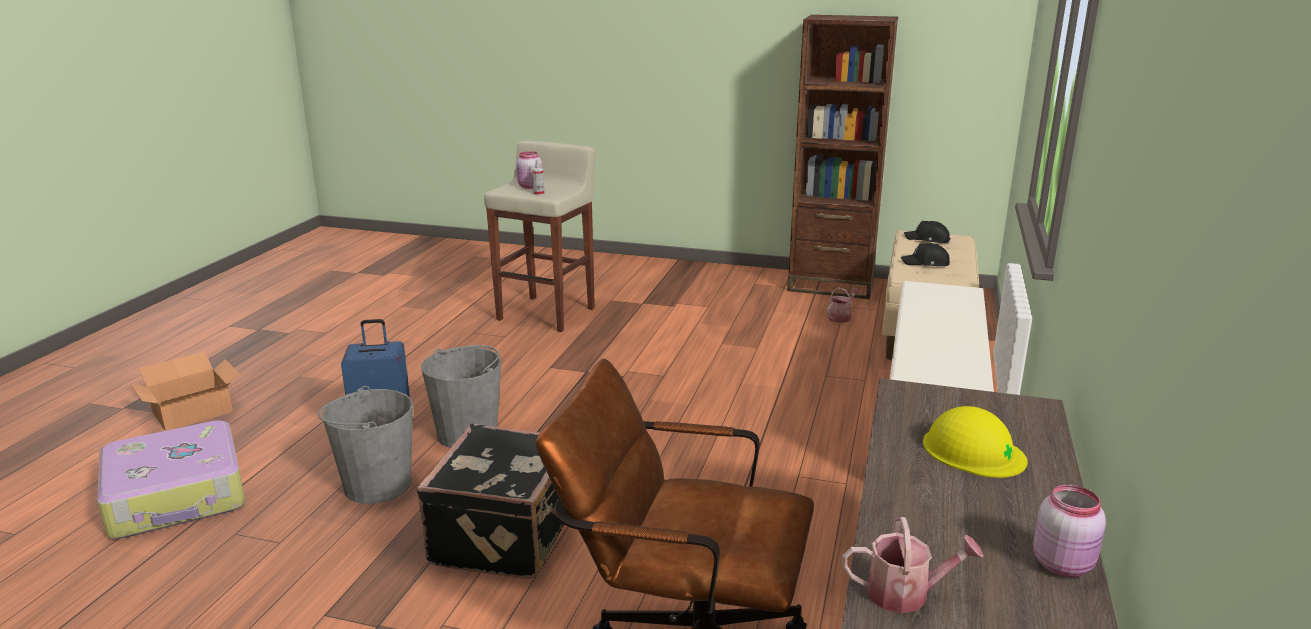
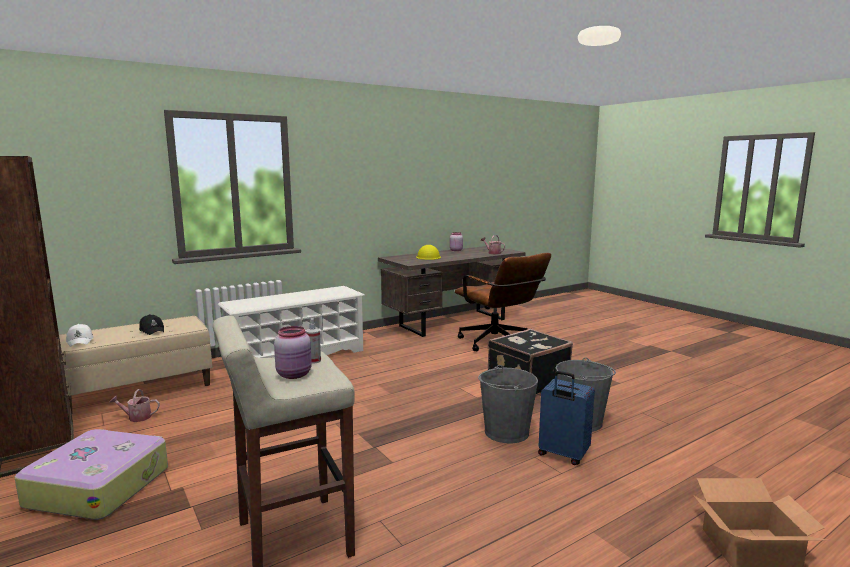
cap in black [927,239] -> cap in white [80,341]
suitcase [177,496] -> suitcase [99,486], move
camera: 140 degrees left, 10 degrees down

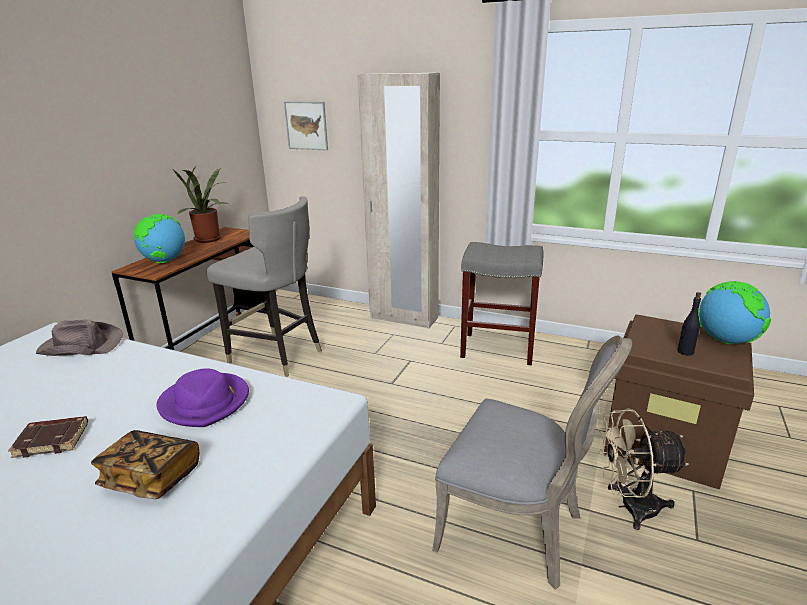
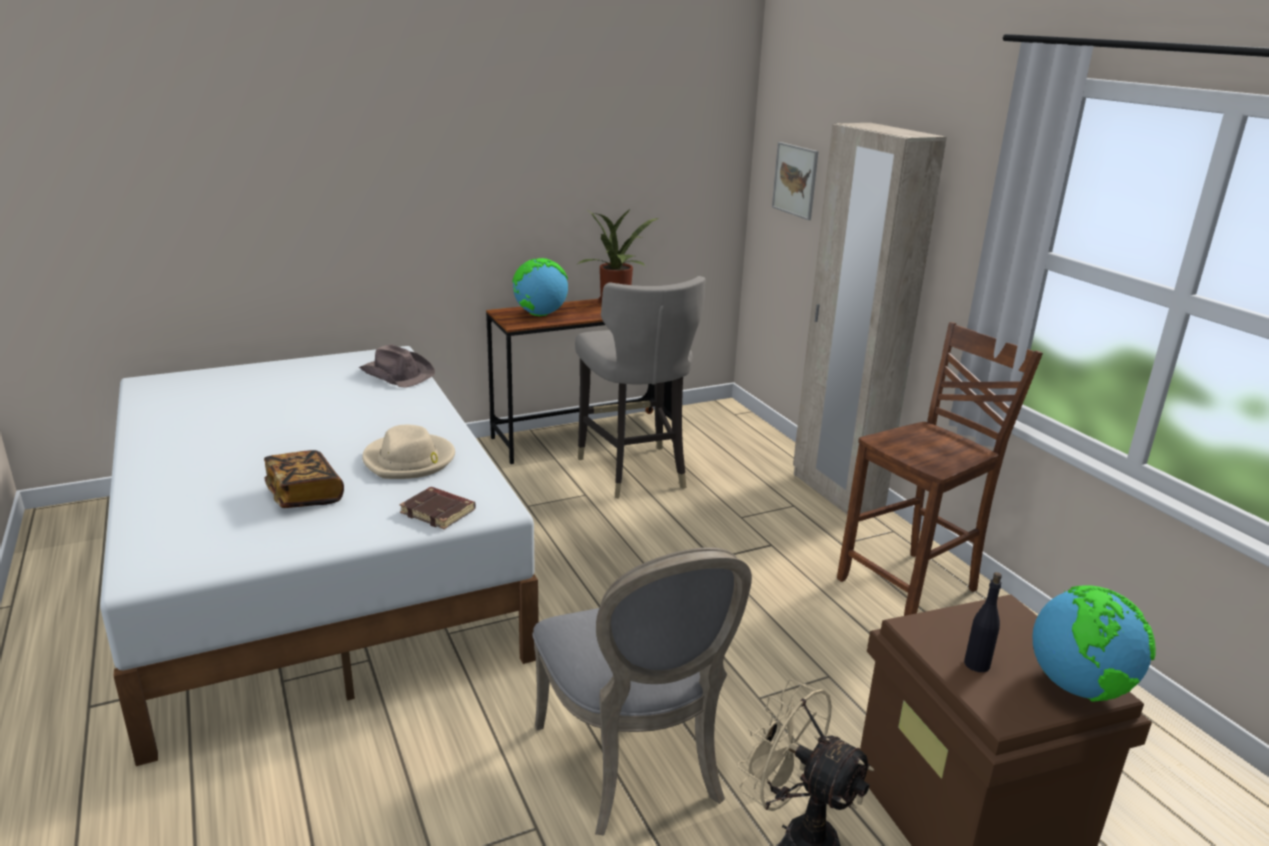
stool in grey [499,348] -> chair in brown [912,586]
hat in purple [205,402] -> hat in beige [409,460]
book in brown [53,440] -> book in brown [439,512], move
camera: 40 degrees right, 0 degrees up

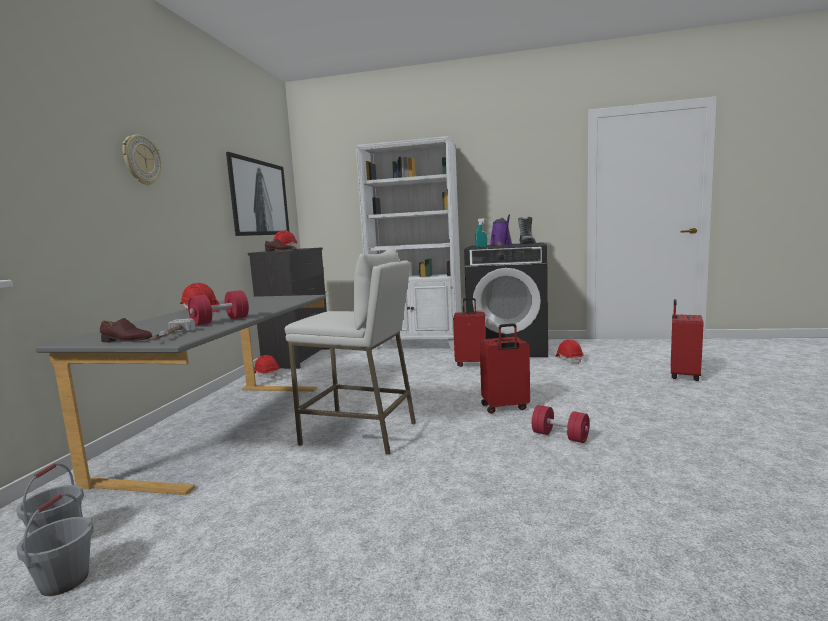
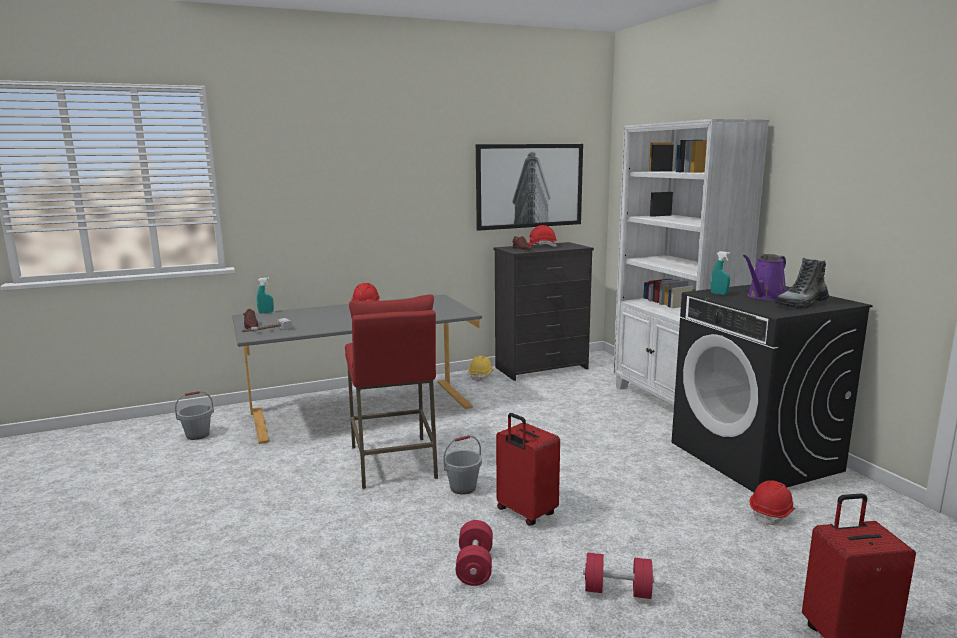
wall clock [141,160] -> none
stool in white [360,433] -> stool in red [394,462]
dumbbell in red [220,321] -> dumbbell in red [617,591], move
suitcase in red [471,363] -> none
hard hat in red [266,375] -> hard hat in yellow [481,376]
bucket in grey [64,581] -> bucket in grey [463,487], move
none -> spray bottle in turquoise [266,312]
camera: 55 degrees right, 5 degrees up

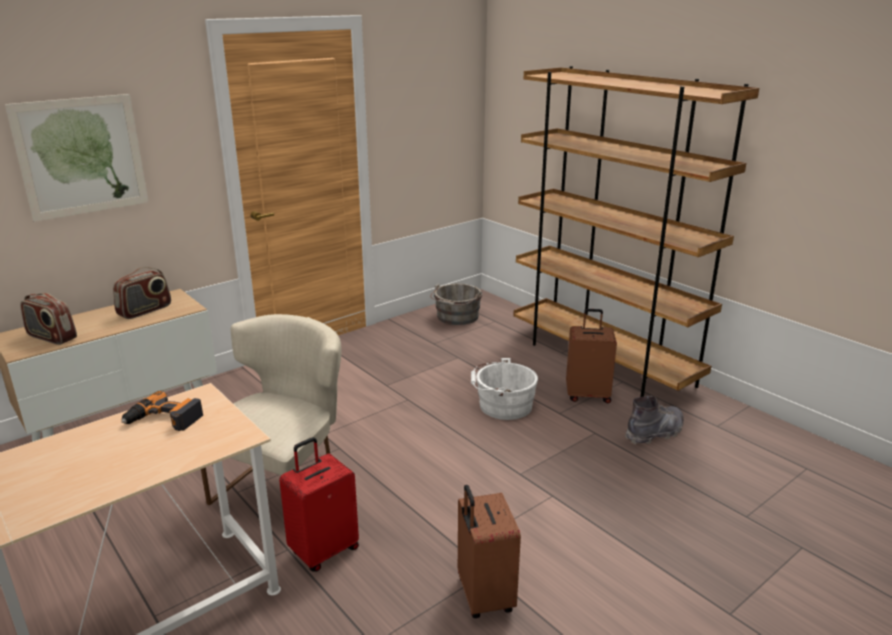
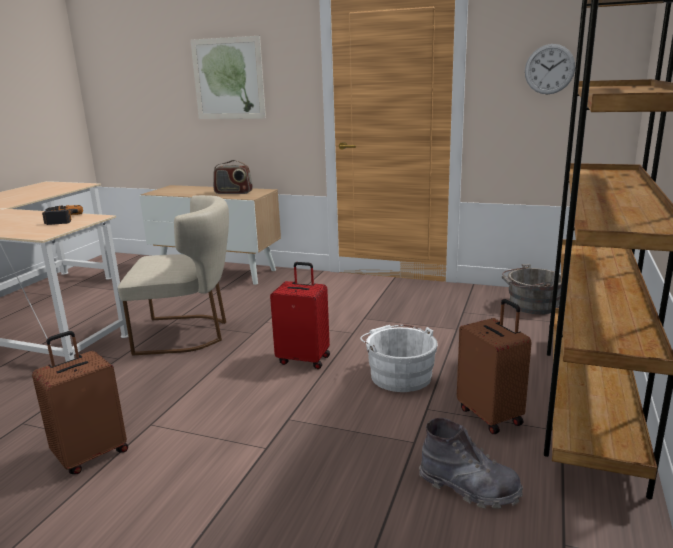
radio [51,337] -> none
suitcase in red [323,550] -> suitcase in red [304,359], move
none -> wall clock [549,69]
camera: 60 degrees right, 5 degrees down

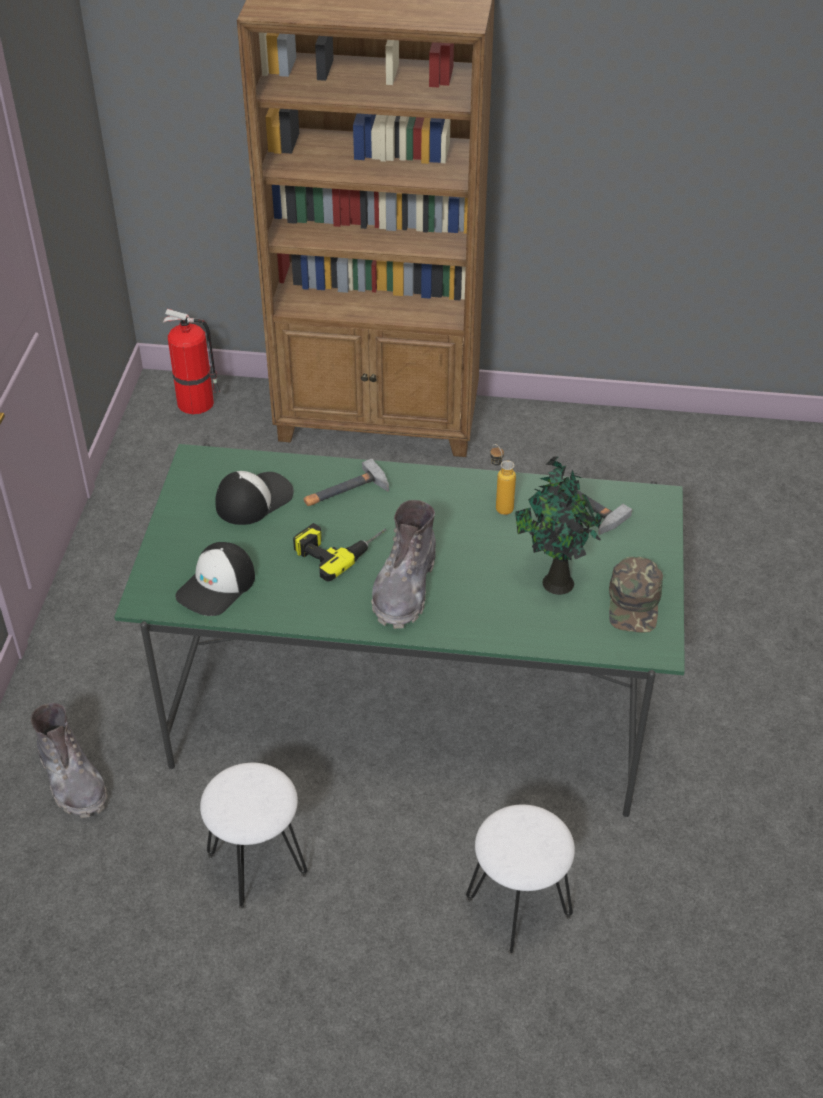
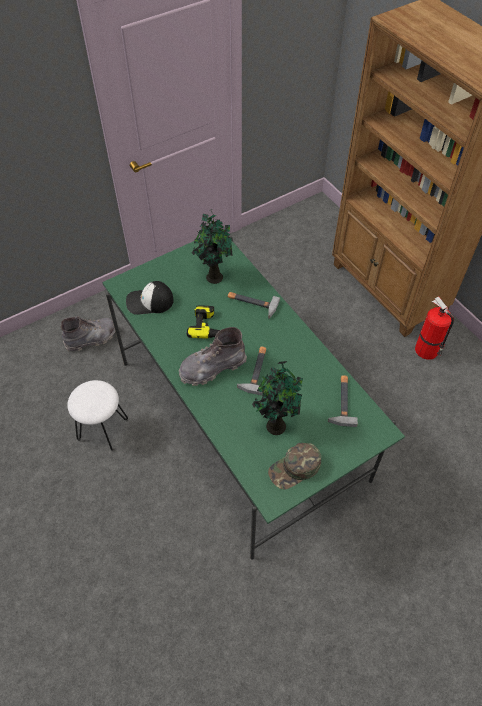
fire extinguisher [197,402] -> fire extinguisher [427,350], move
bottle [499,505] -> none
cap [253,499] -> potted plant [213,276]
boot in grey [72,780] -> boot in grey [91,338], 135 degrees counterclockwise
stool in white [517,908] -> none
none -> hammer [255,370]
camera: 50 degrees right, 10 degrees up

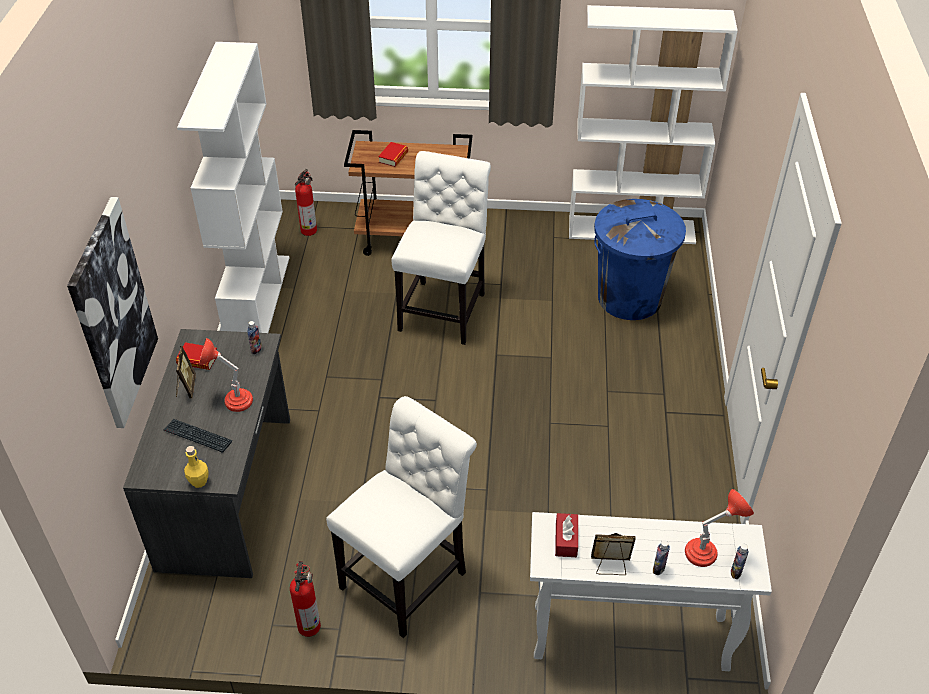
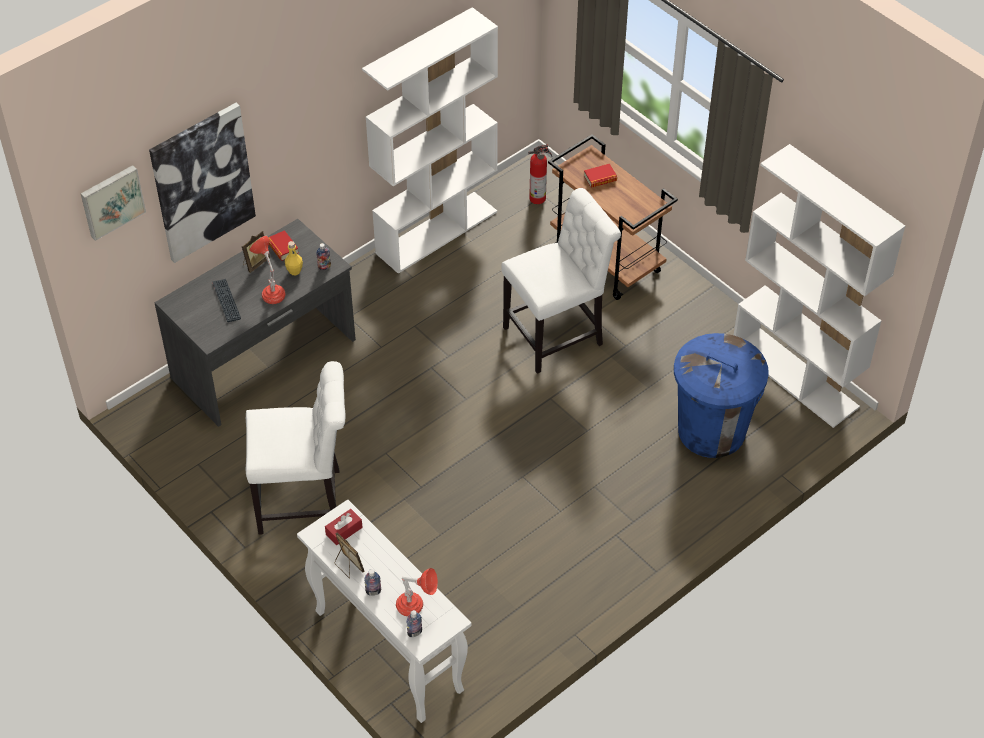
bottle in yellow [199,482] -> bottle in yellow [294,271], move
fire extinguisher [309,625] -> none
none -> picture [111,201]
camera: 45 degrees right, 5 degrees up

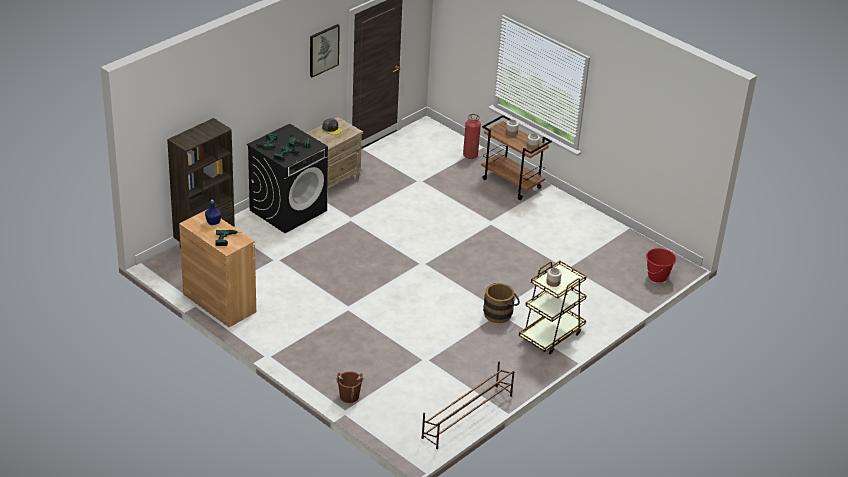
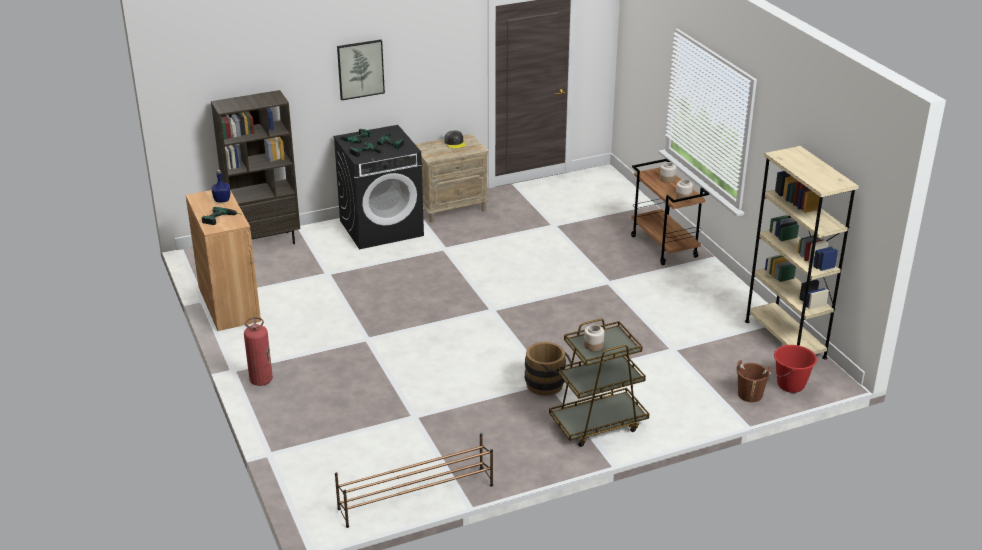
picture [323,50] -> picture [360,69], move
fire extinguisher [470,155] -> fire extinguisher [261,380], move
bucket in brown [349,396] -> bucket in brown [750,395], move
none -> bookcase in beige [785,339]
camera: 25 degrees right, 5 degrees down

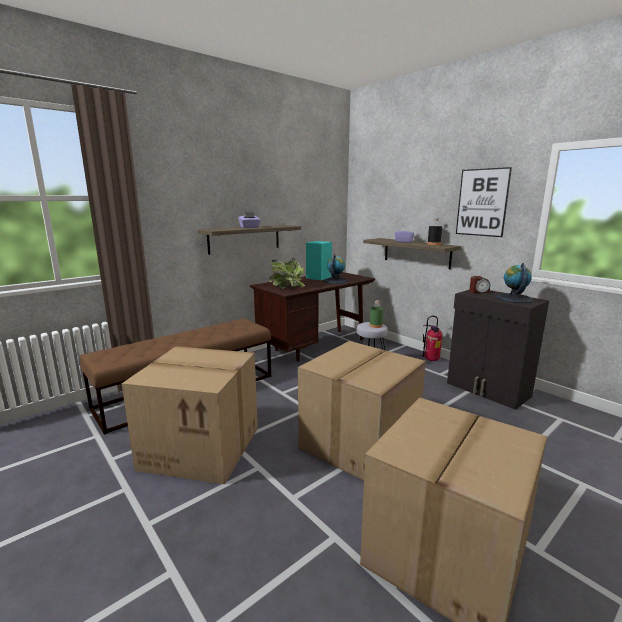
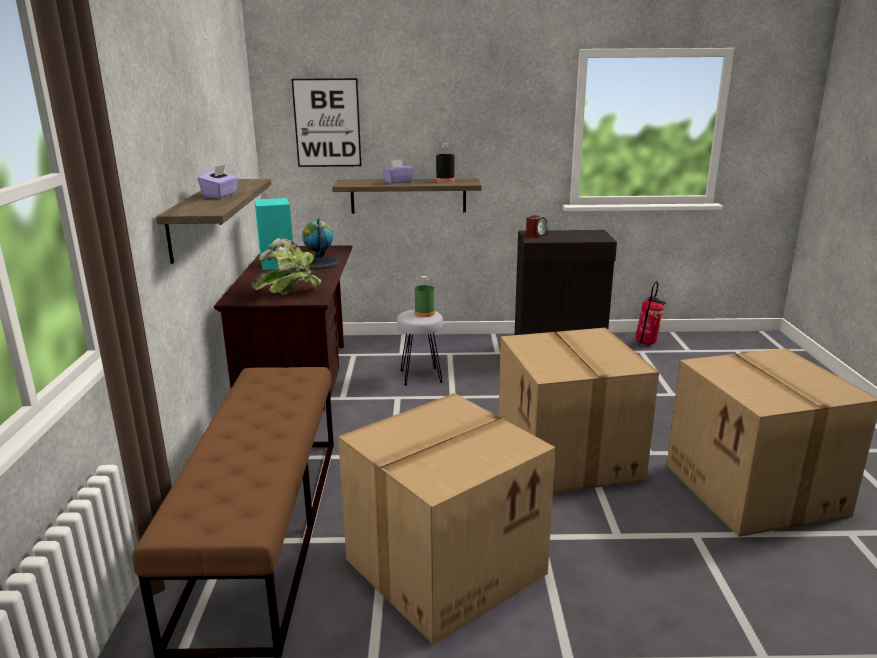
picture [482,202] -> picture [327,123], move
globe [514,298] -> none
fire extinguisher [431,360] -> fire extinguisher [646,344], move
camera: 50 degrees left, 5 degrees up

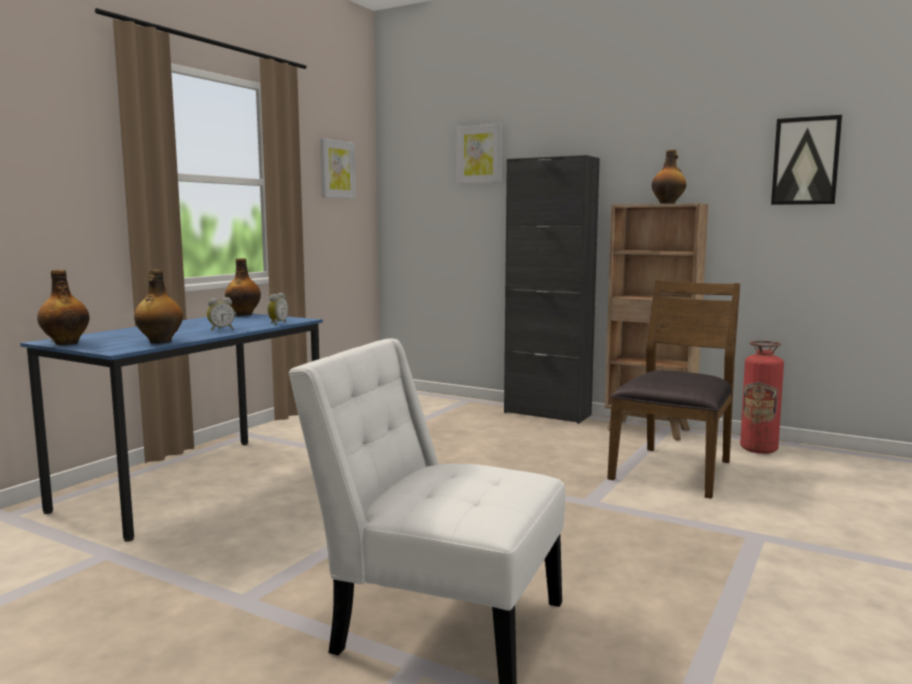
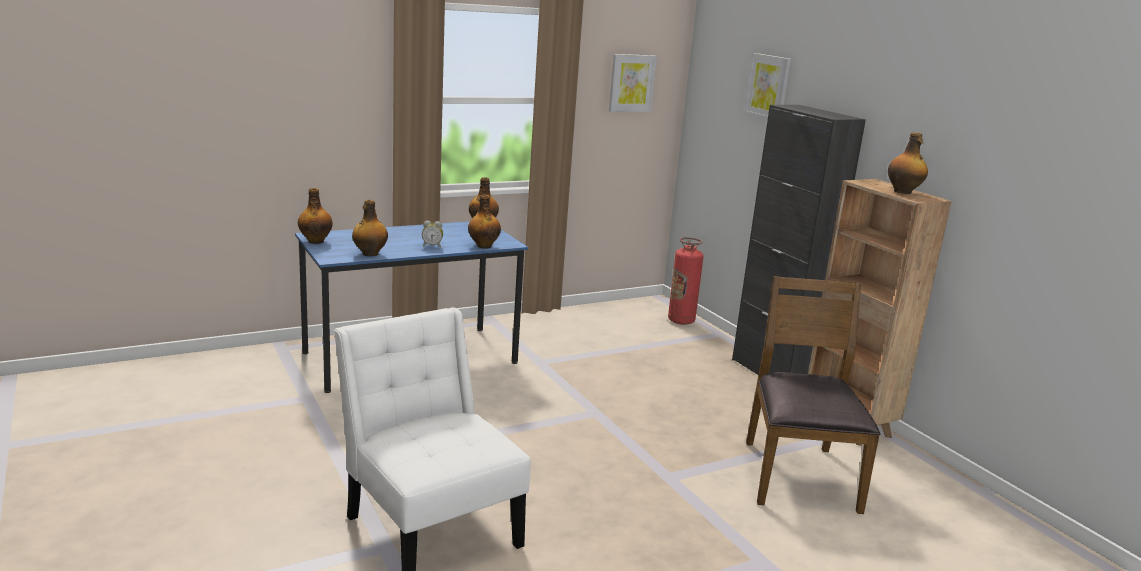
picture [805,161] -> none
chair in brown [674,470] -> chair in brown [797,475], 60 degrees counterclockwise
alarm clock [277,323] -> bottle [483,246]
fire extinguisher [758,449] -> fire extinguisher [681,320], move
camera: 30 degrees right, 10 degrees up

